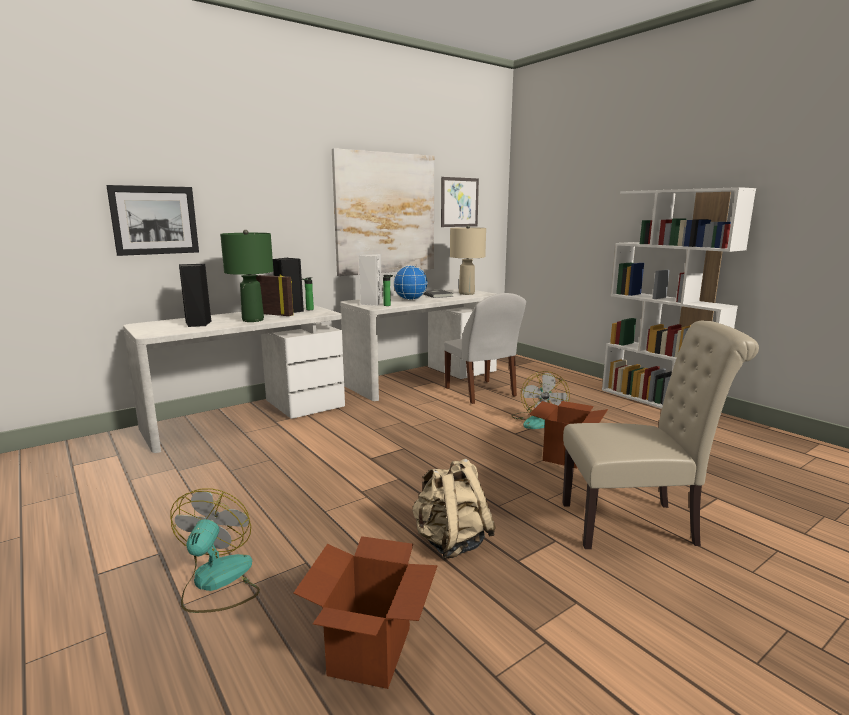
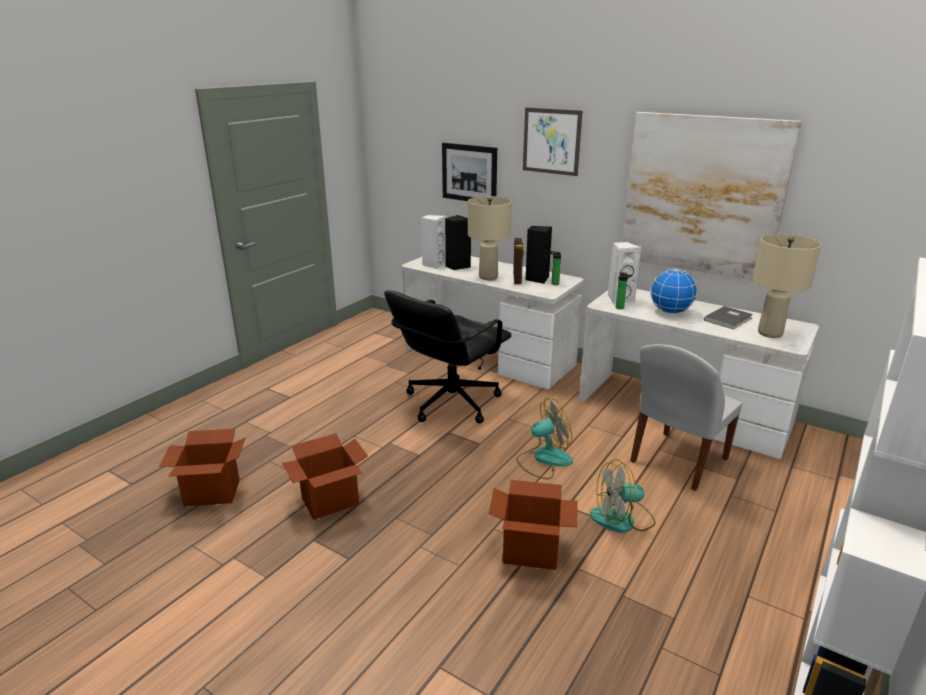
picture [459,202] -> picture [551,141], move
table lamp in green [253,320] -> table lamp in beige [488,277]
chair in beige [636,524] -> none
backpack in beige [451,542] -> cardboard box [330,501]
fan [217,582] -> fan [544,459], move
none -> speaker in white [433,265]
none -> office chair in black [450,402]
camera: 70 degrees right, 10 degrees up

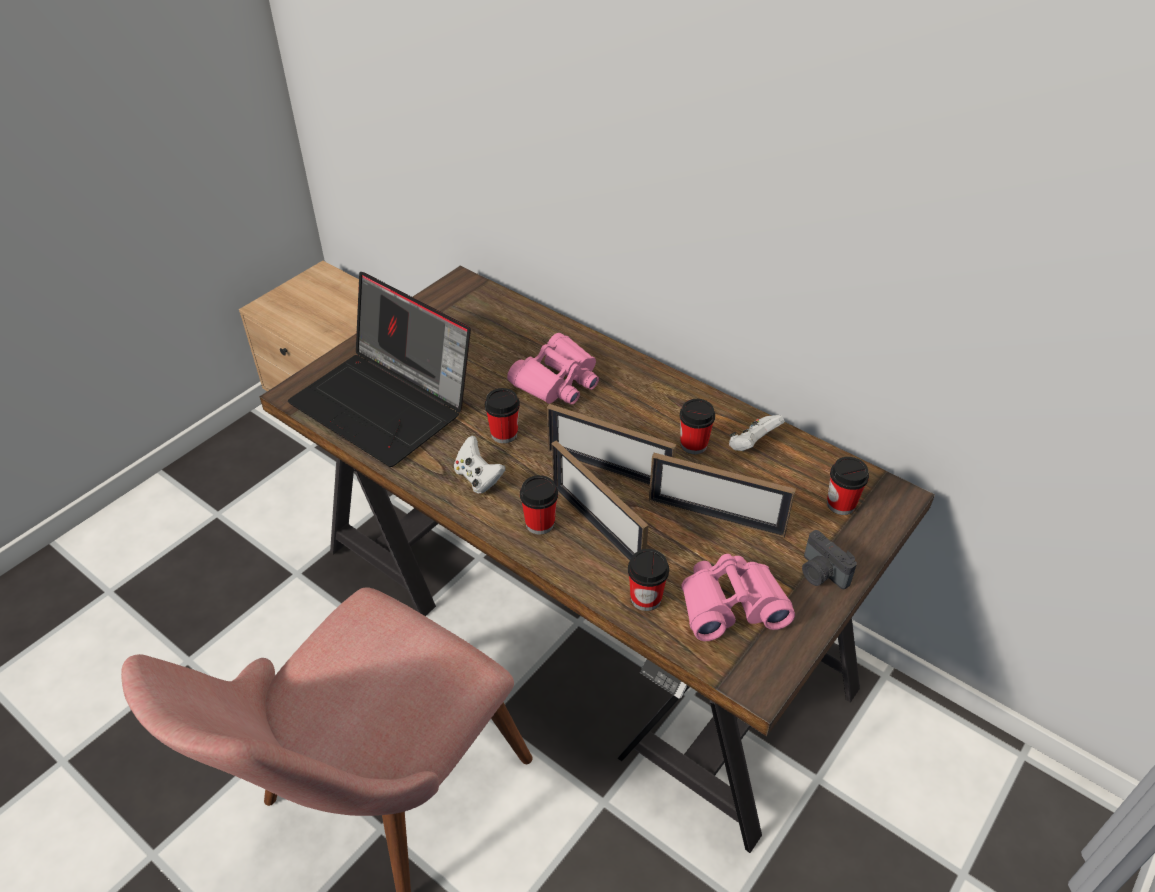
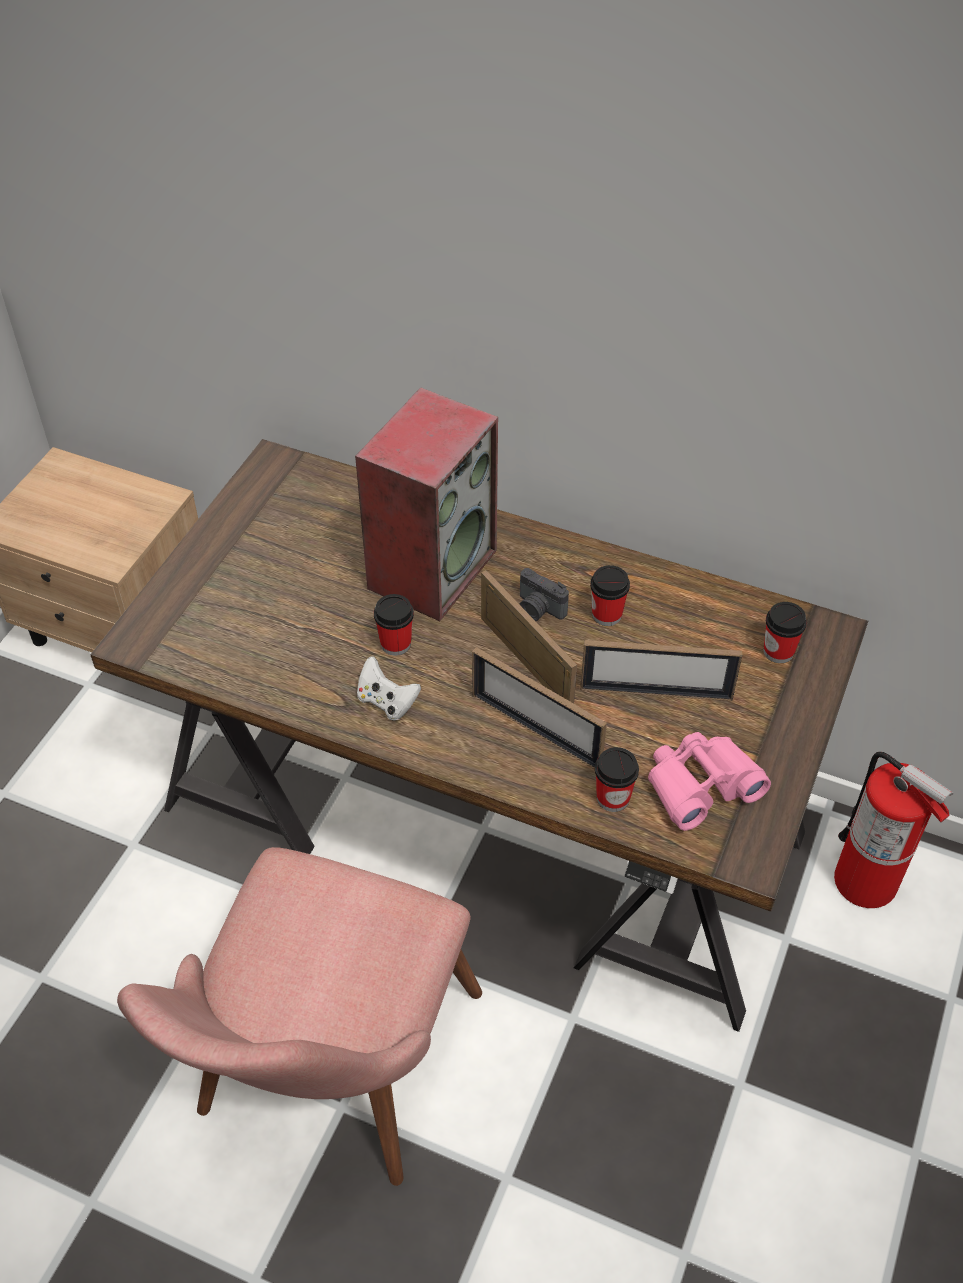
laptop [386,404] -> none
binoculars in pink [557,381] -> speaker [432,567]
picture frame [608,470] -> picture frame [525,663], 135 degrees counterclockwise
game controller in white [752,444] -> none
cup [540,523] -> none
photo camera [820,574] -> photo camera [538,609], move
none -> fire extinguisher [866,882]
camera: 15 degrees left, 5 degrees up

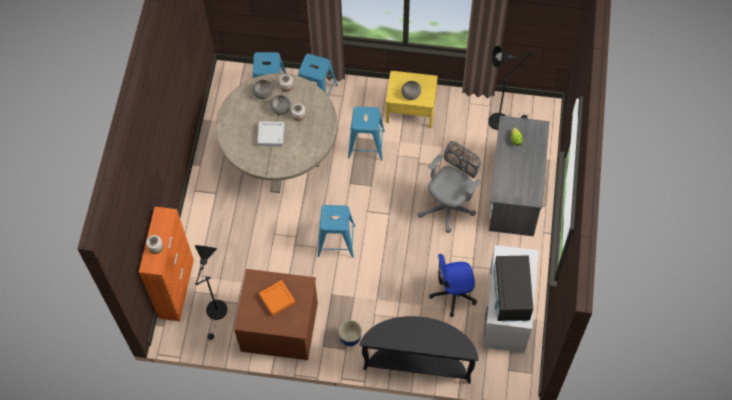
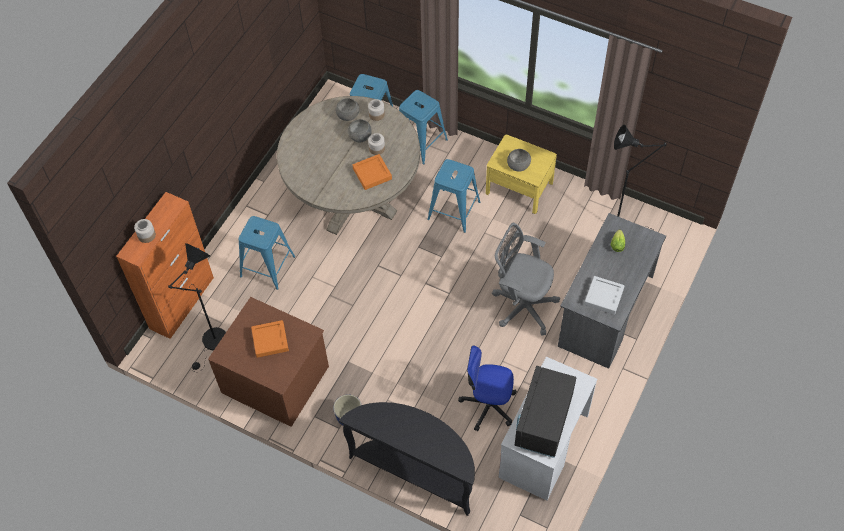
tray in grey [271,135] -> tray in grey [603,297], move
office chair in grey [449,206] -> office chair in grey [522,305], 120 degrees counterclockwise
stool in blue [336,240] -> stool in blue [268,266], move
none -> tray in orange [372,174]
camera: 20 degrees right, 5 degrees down

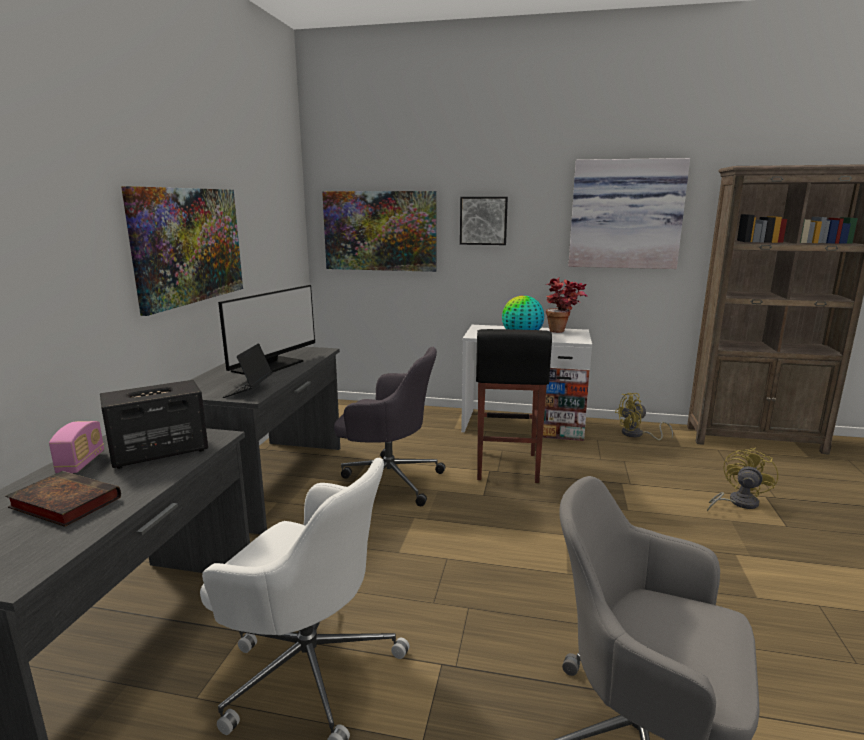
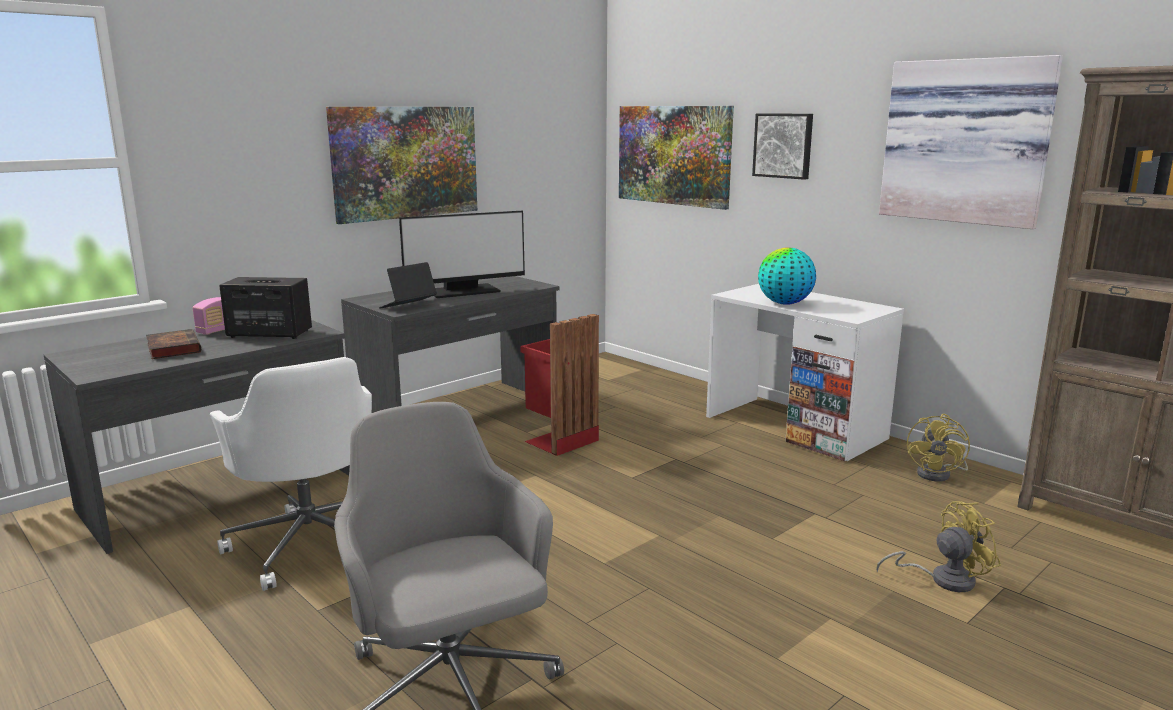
potted plant [562,331] -> none
stool in black [506,467] -> none
office chair in grey [388,481] -> trash can in red [559,440]
fan in yellow [637,435] -> fan in yellow [939,474], 90 degrees counterclockwise
camera: 35 degrees right, 0 degrees up

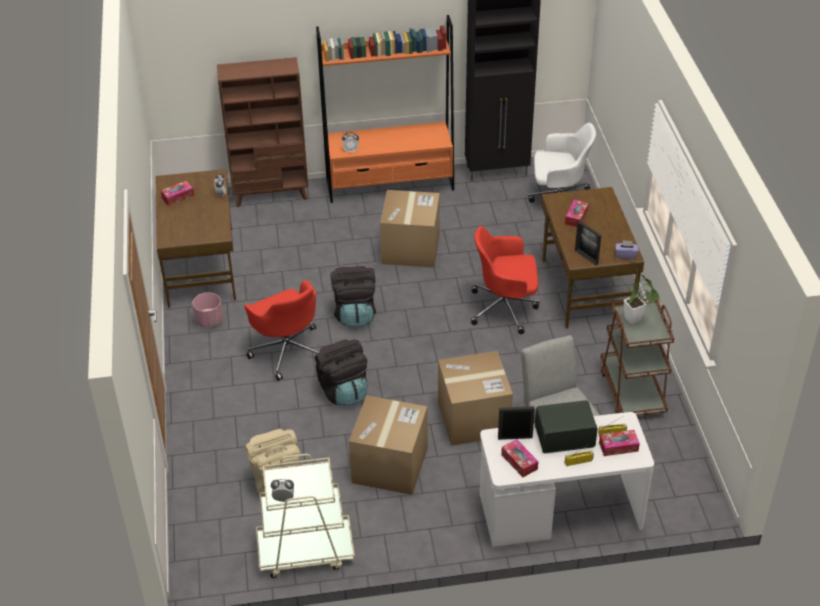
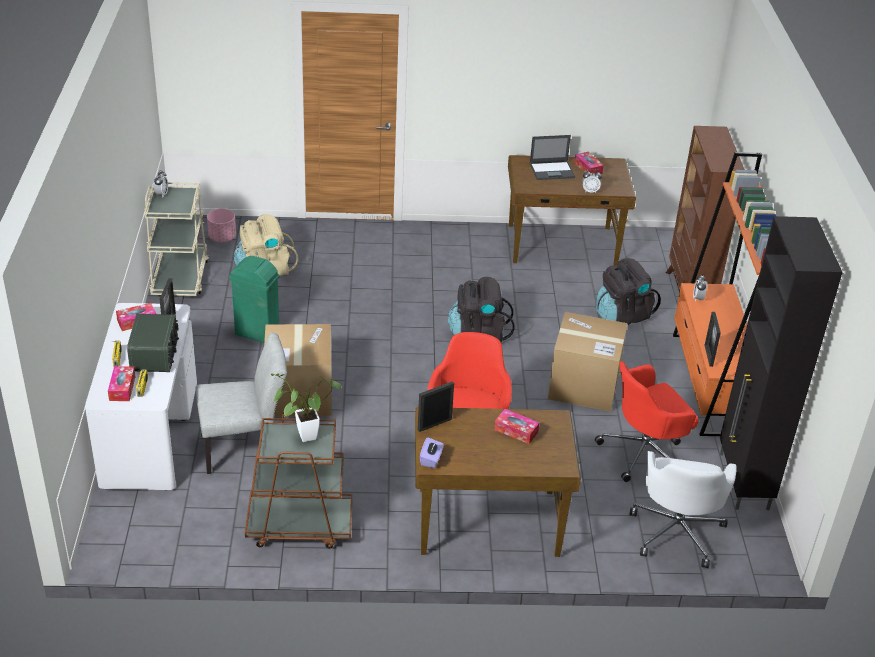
office chair in red [287,350] -> office chair in red [645,453], move
planter in pink [209,321] -> planter in pink [222,238], move
backpack in black [343,390] -> backpack in black [622,315], move
cardboard box [390,465] -> trash can in green [257,333]
none -> laptop [552,170]
none -> picture frame [708,355]
camera: 95 degrees right, 5 degrees down

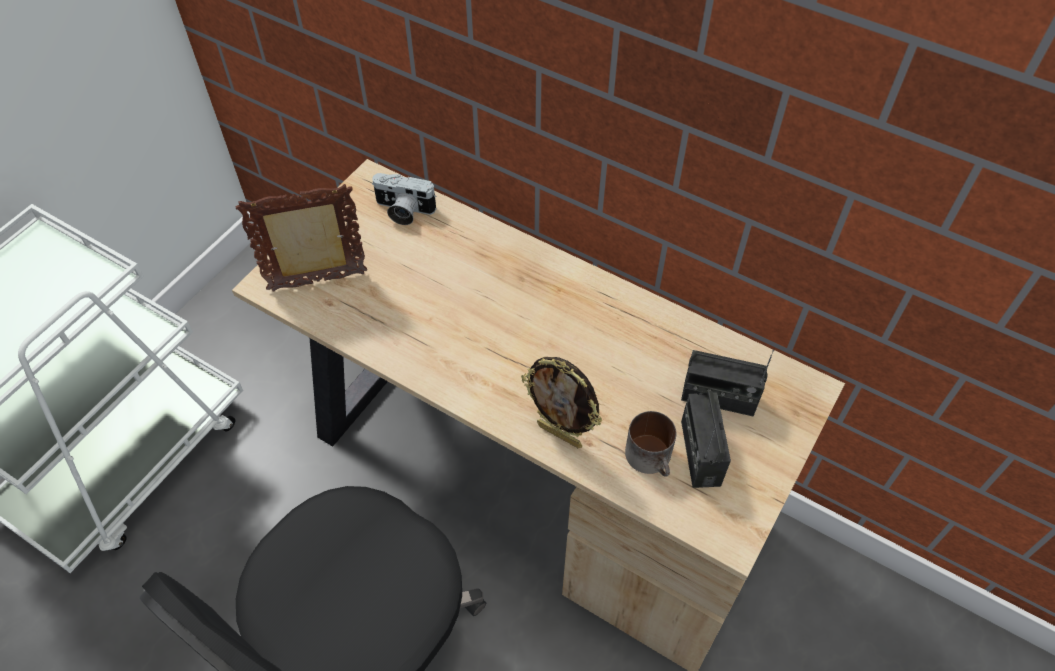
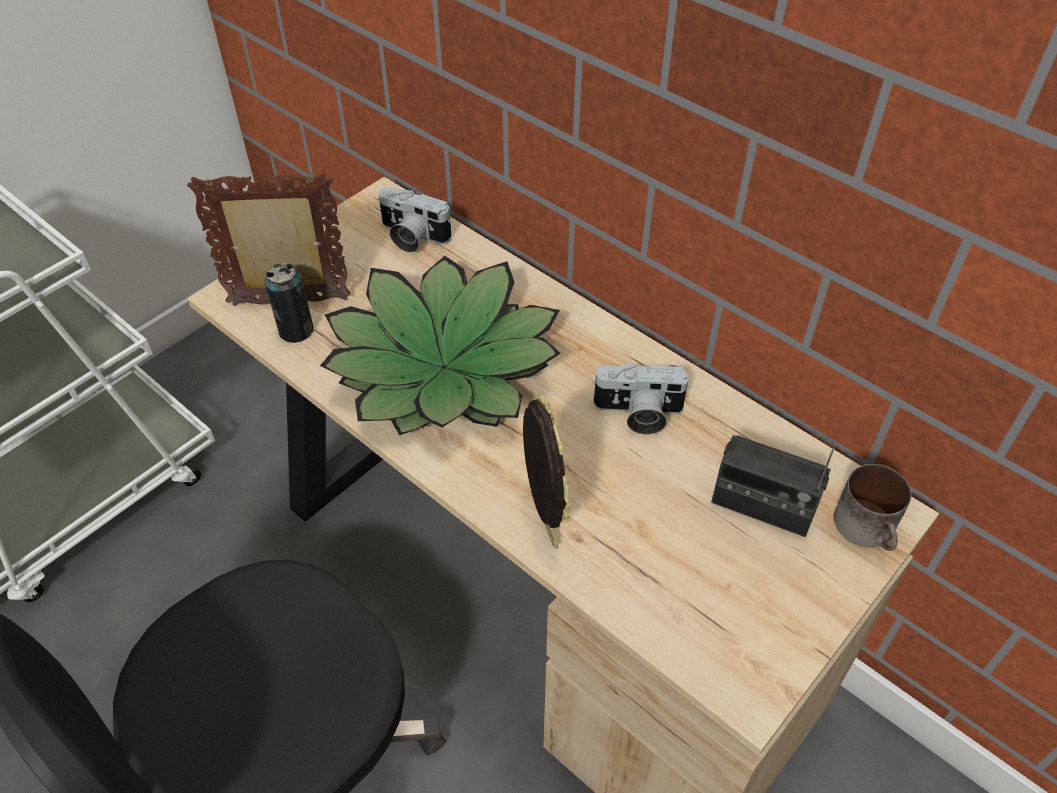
picture frame [560,434] -> picture frame [543,522], 150 degrees counterclockwise
radio [700,453] -> none
mug [652,458] -> mug [869,529], move
none -> potted plant [444,366]
none -> can [296,330]
none -> photo camera [638,414]
camera: 10 degrees right, 5 degrees down

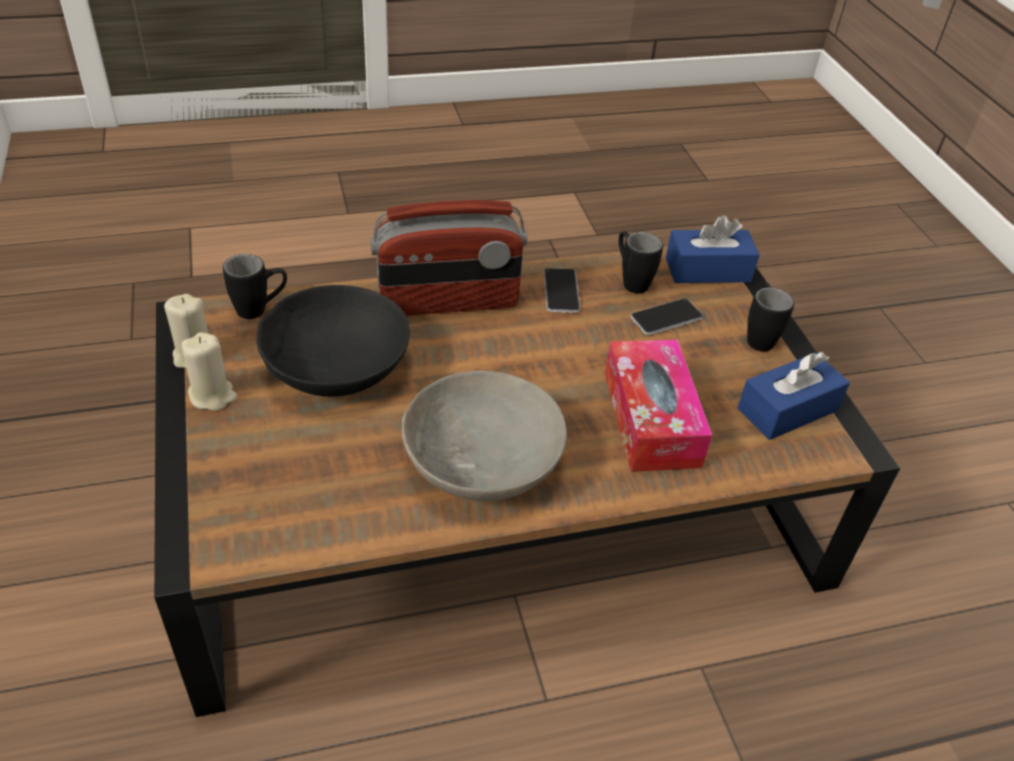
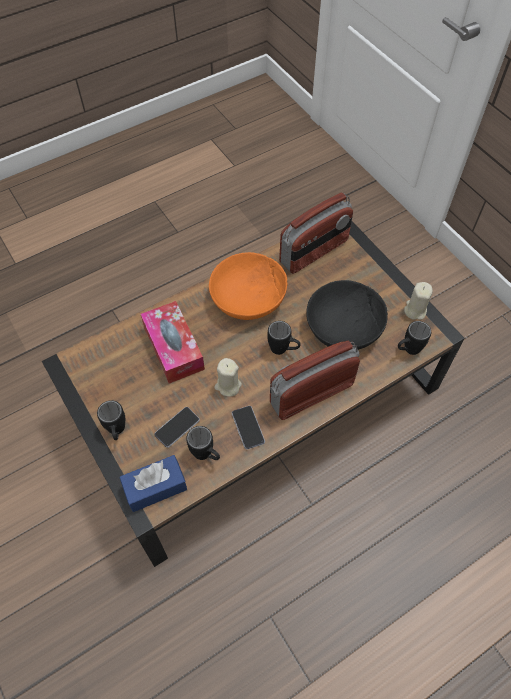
candle in beige [212,395] -> candle in beige [228,386], move
tissue box in blue [787,409] -> none
bowl in grey [482,463] -> bowl in orange [248,297]
none -> radio [314,252]
none -> mug in black [283,350]
camera: 165 degrees right, 15 degrees up

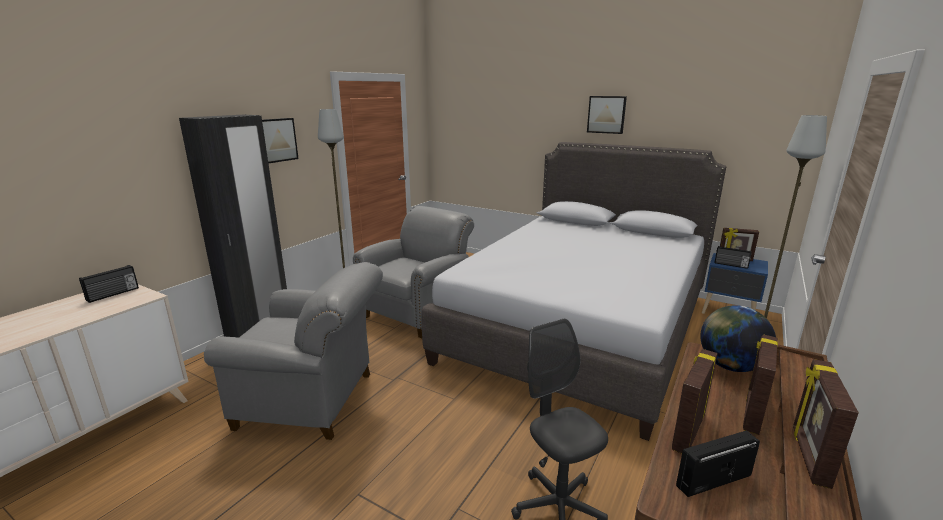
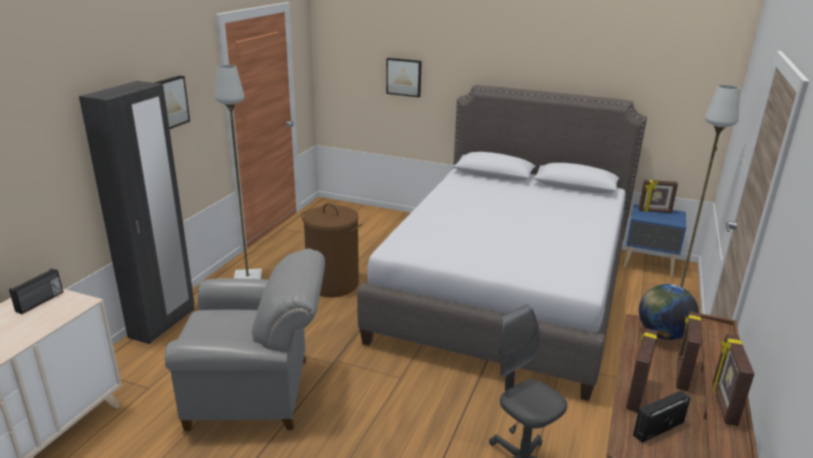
picture [606,114] -> picture [404,77], move
armchair in grey [419,311] -> laundry basket in brown [333,284]
radio [731,265] -> none
camera: 10 degrees left, 5 degrees up

